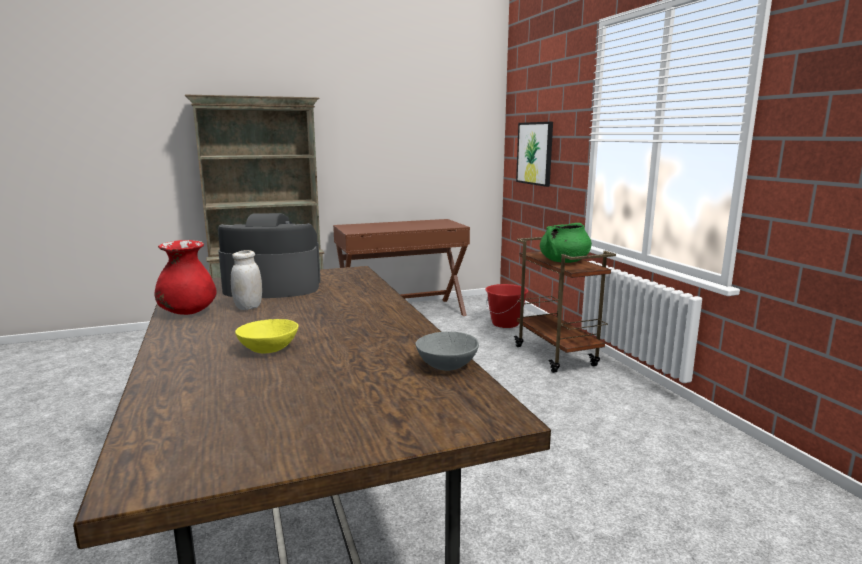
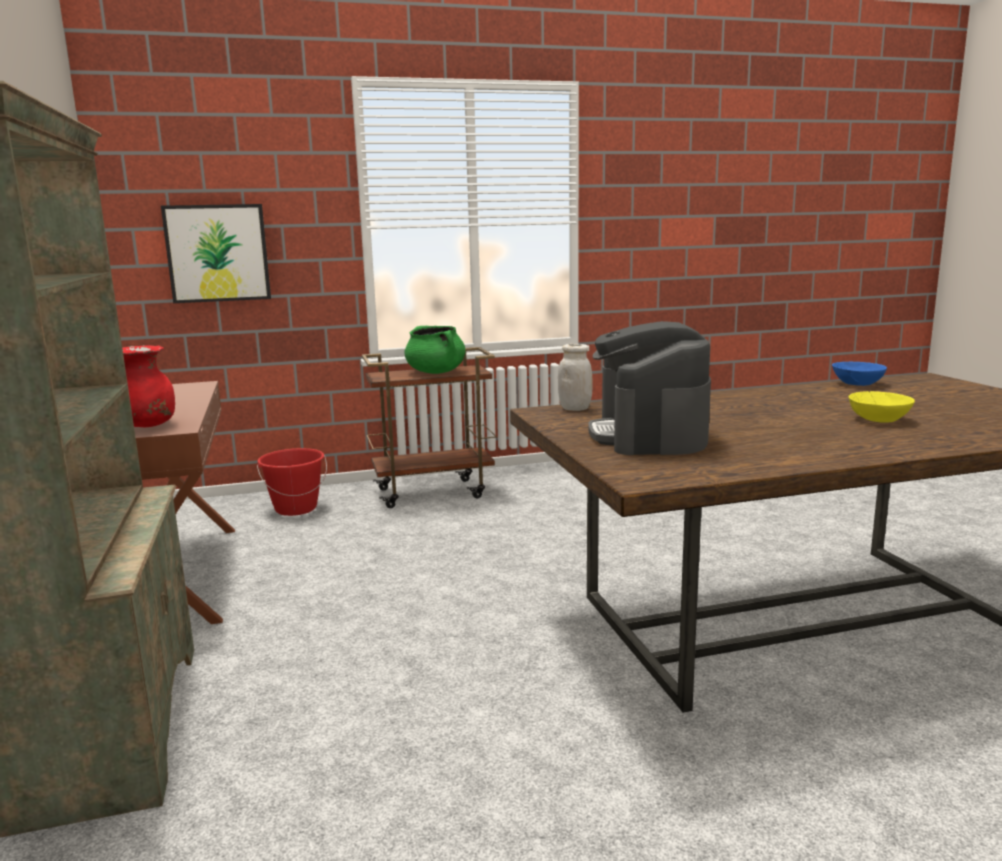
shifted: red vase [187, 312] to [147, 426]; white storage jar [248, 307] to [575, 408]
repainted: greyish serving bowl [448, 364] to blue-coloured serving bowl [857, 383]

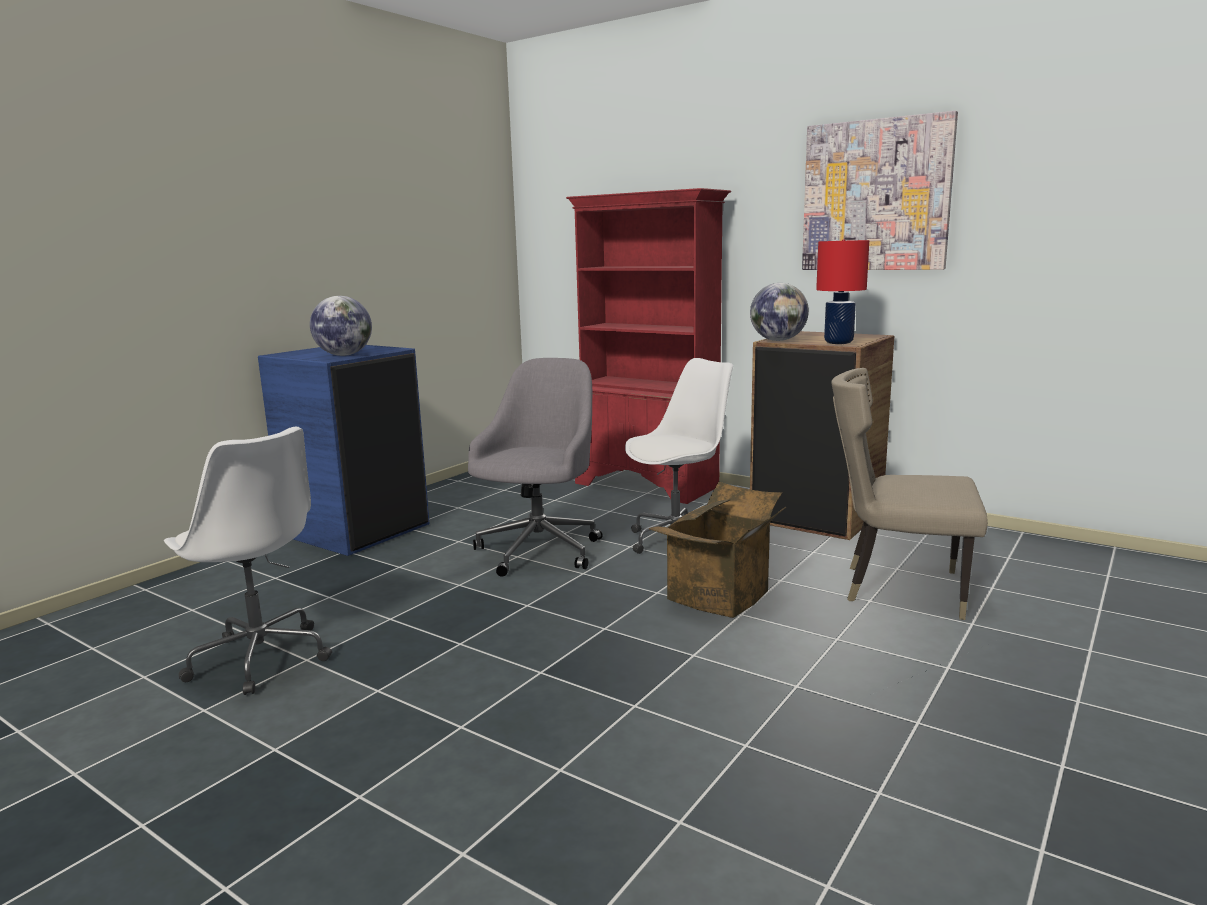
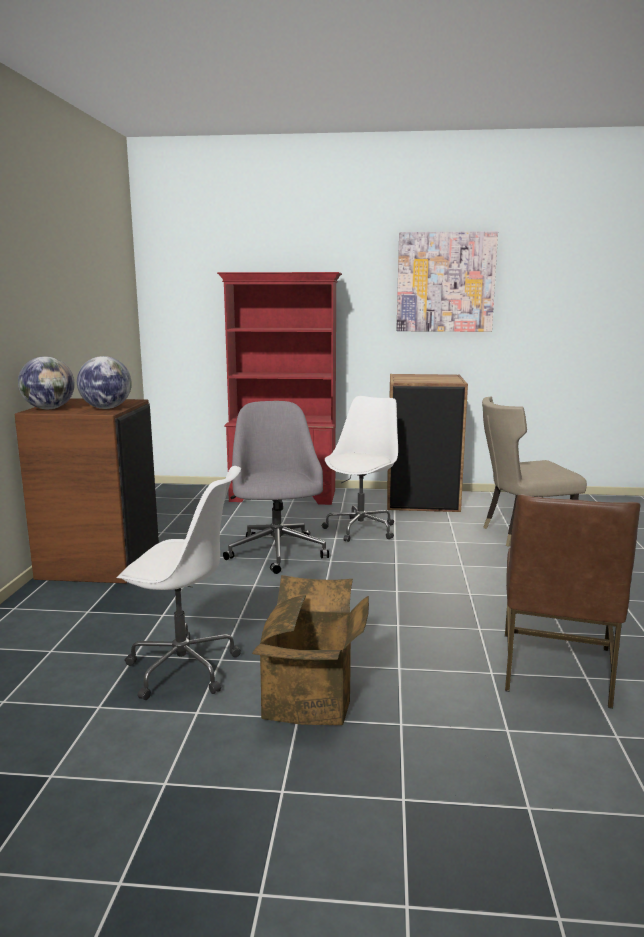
gone: red table lamp [839, 343]
new: brownish upright chair [555, 669]
shifted: cardboard box [721, 597] to [312, 700]; globe [778, 340] to [49, 409]
repainted: blue-coloured cupboard [357, 530] to brownish cupboard [100, 563]

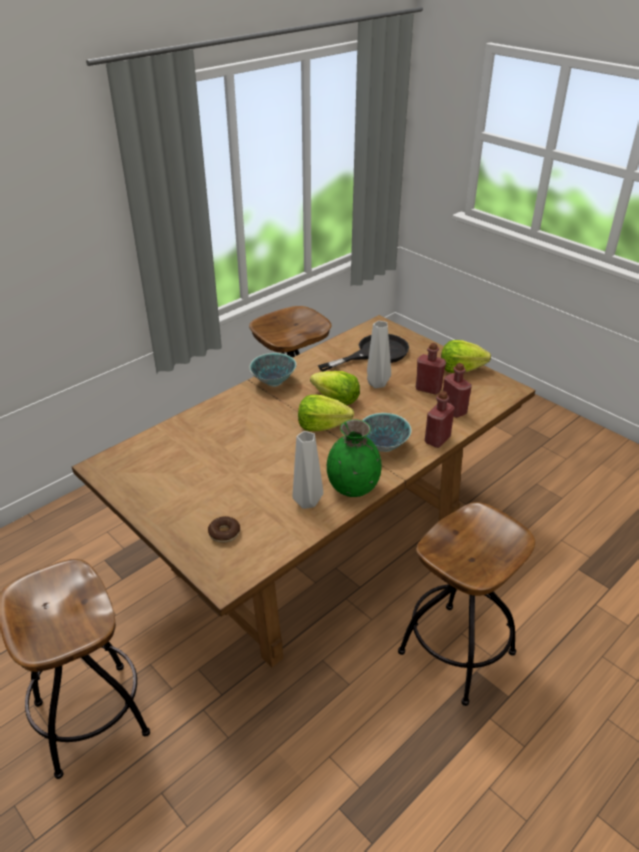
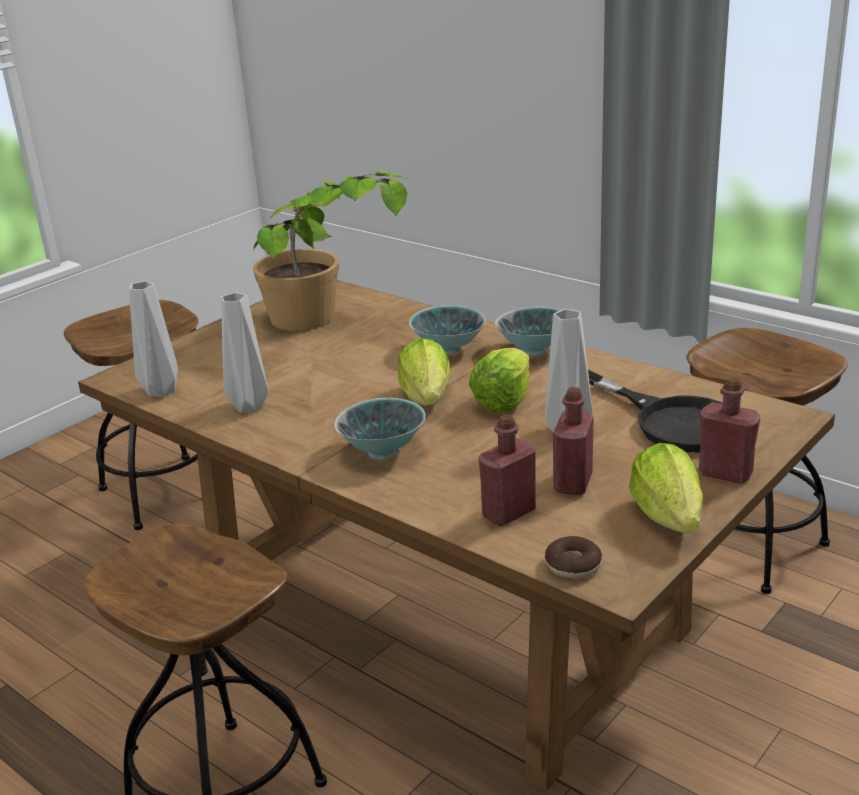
gone: green-coloured vase [353, 487]
new: greyish vase [162, 392]; potted plant [330, 324]; serving bowl [448, 349]
shifted: doughnut [224, 533] to [573, 565]; red drink bottle [437, 440] to [725, 473]

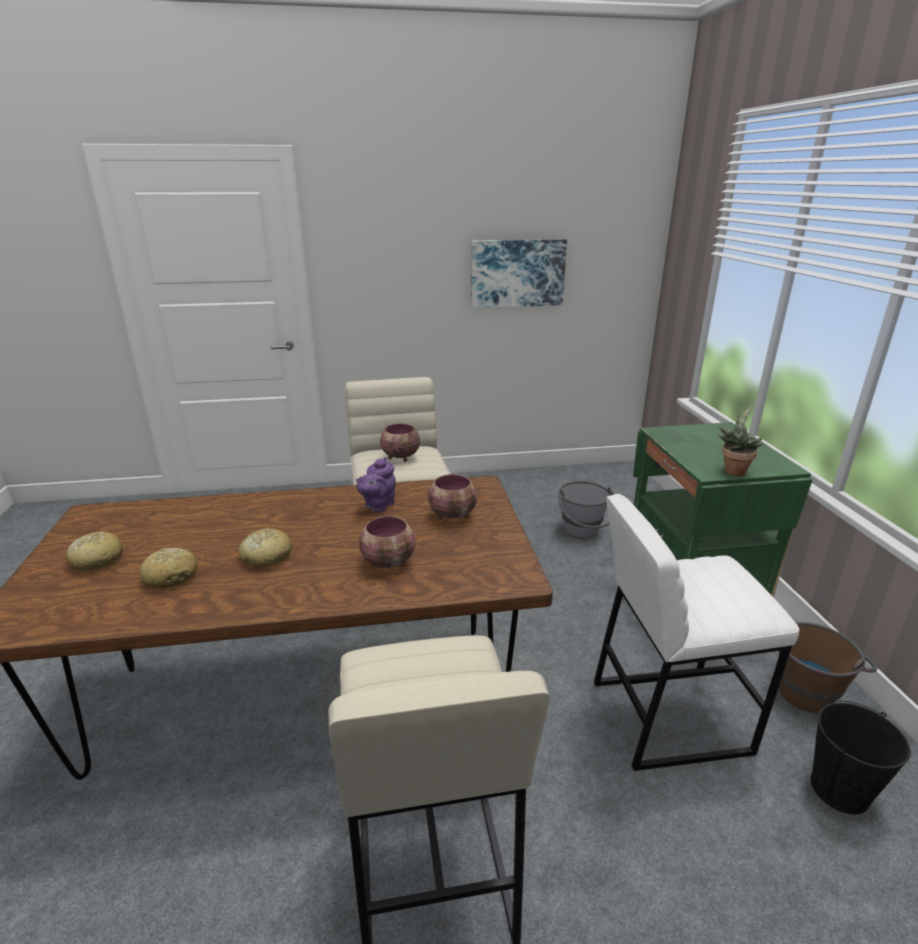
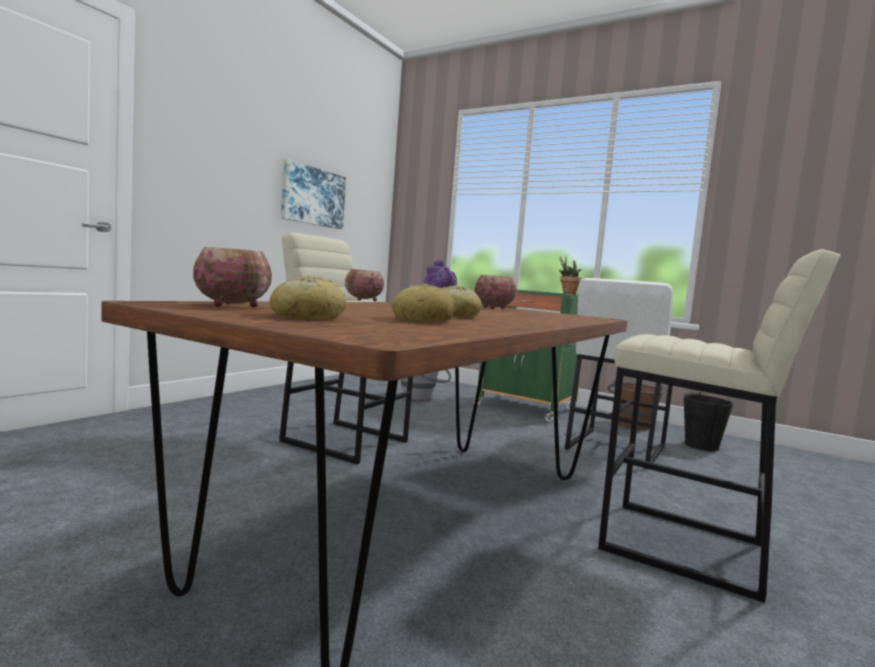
shifted: serving bowl [390, 563] to [234, 306]

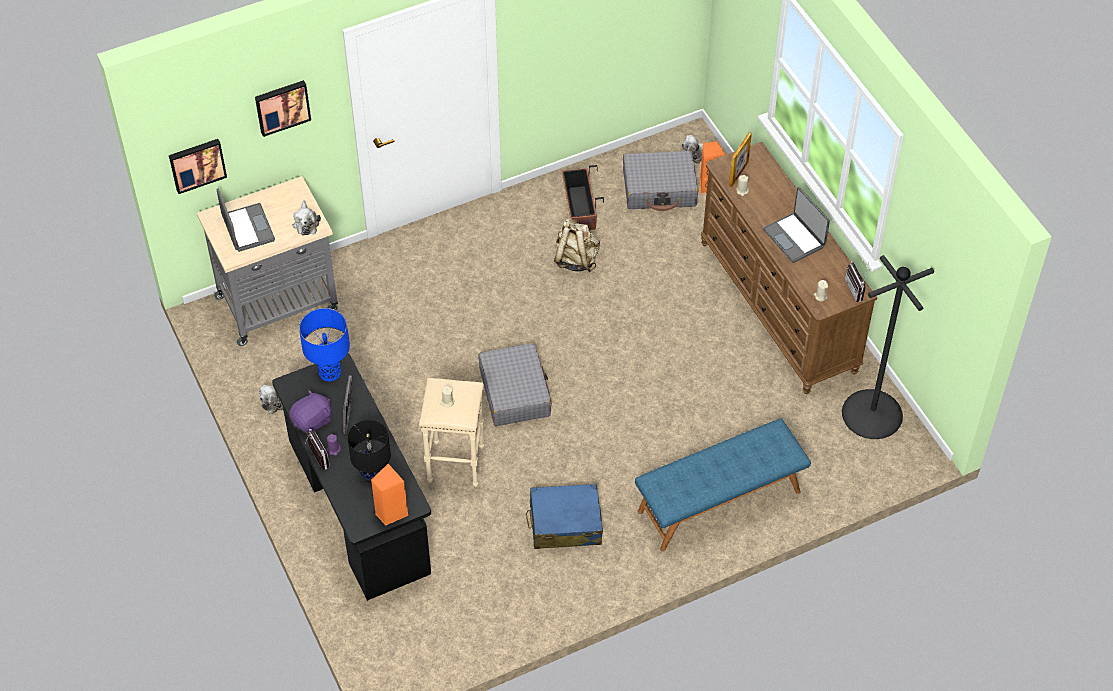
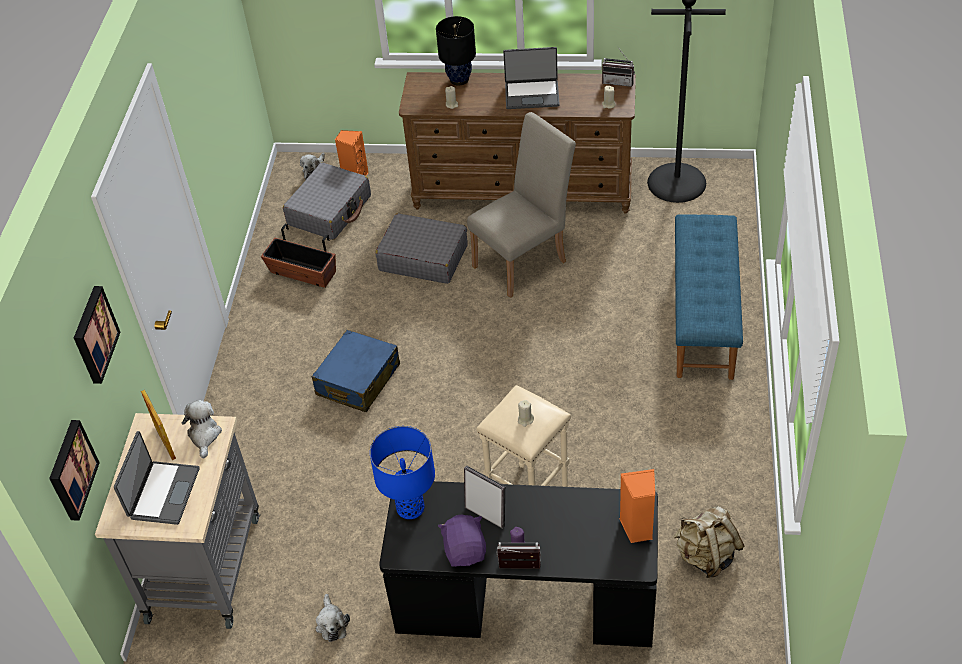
new: sand-coloured upright chair [525, 260]
shifted: black-coloured table lamp [372, 474] to [459, 79]; greyish suitcase [515, 392] to [423, 257]; blue-coloured suitcase [565, 524] to [358, 380]; sand-coloured knapsack [576, 259] to [706, 556]; picture frame [738, 174] to [165, 442]
rotated: portable computer [247, 228] = [163, 493] 90 degrees clockwise; cuddly toy [306, 223] = [204, 435] 120 degrees counterclockwise

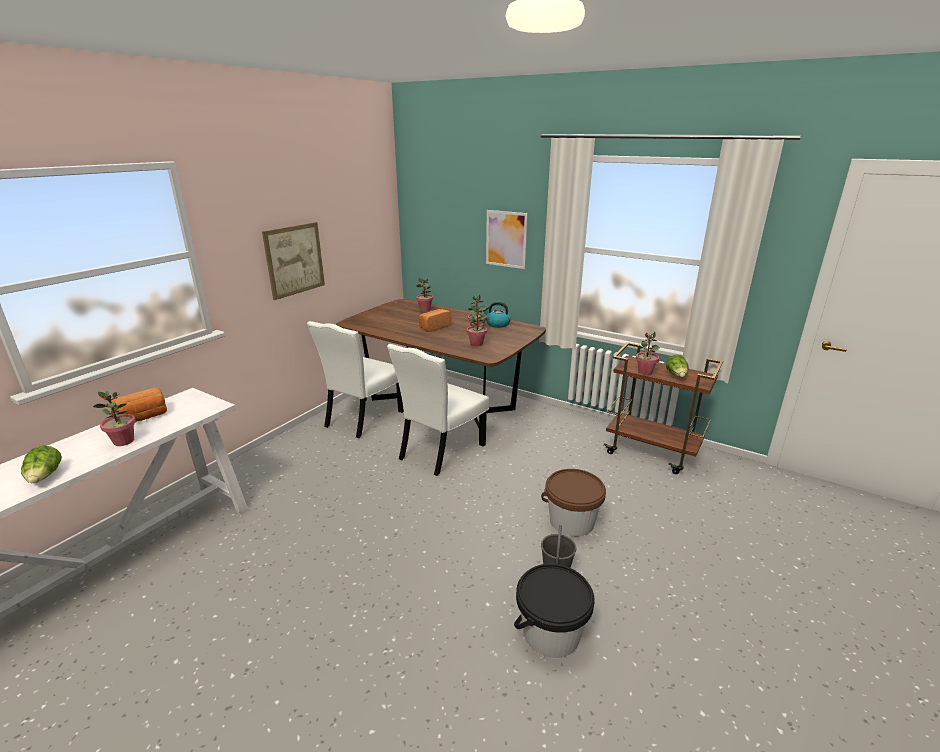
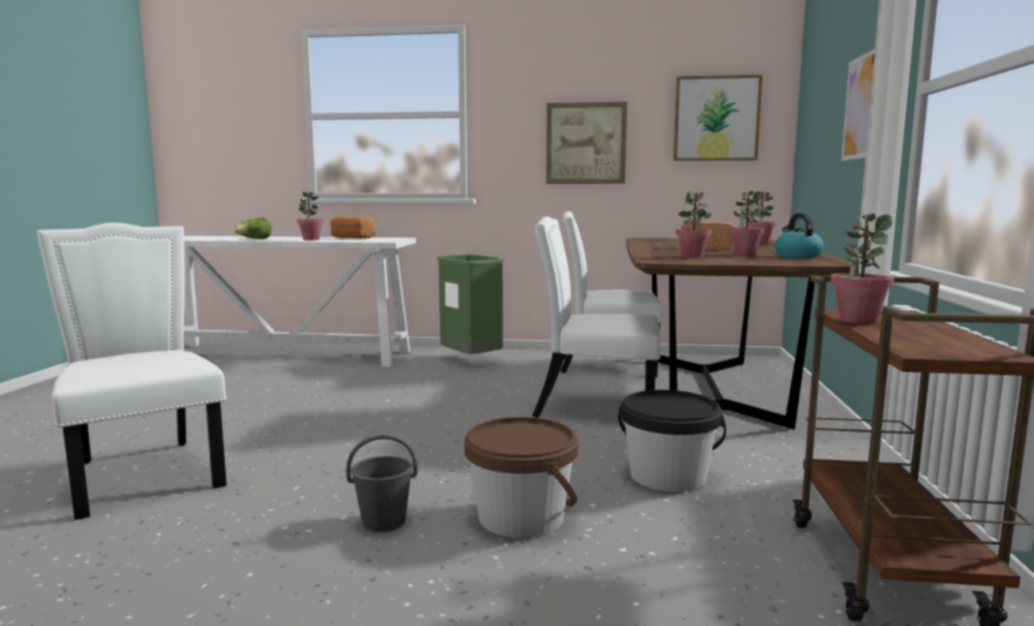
gone: lettuce [677, 375]
new: white upright chair [145, 476]; green-coloured waste bin [471, 361]; picture [716, 118]
shifted: black-coloured water bucket [551, 633] to [667, 476]

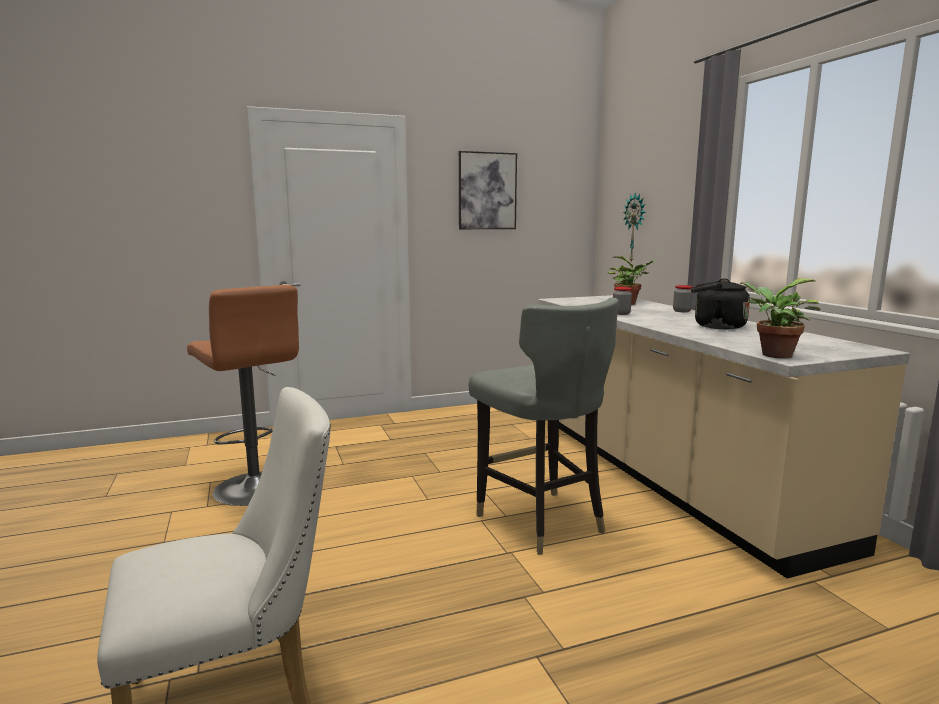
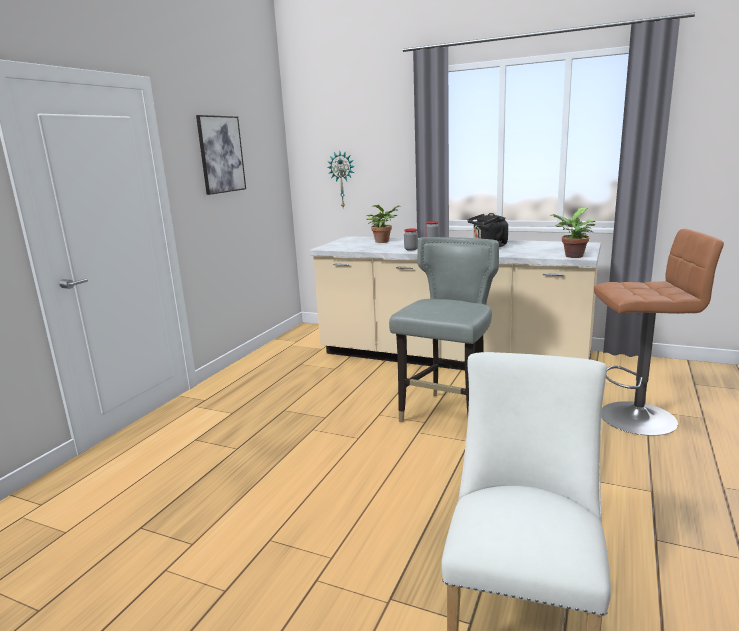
shifted: brownish stool [254, 489] to [638, 418]
rotated: greyish upright chair [540, 521] = [448, 415] 75 degrees counterclockwise

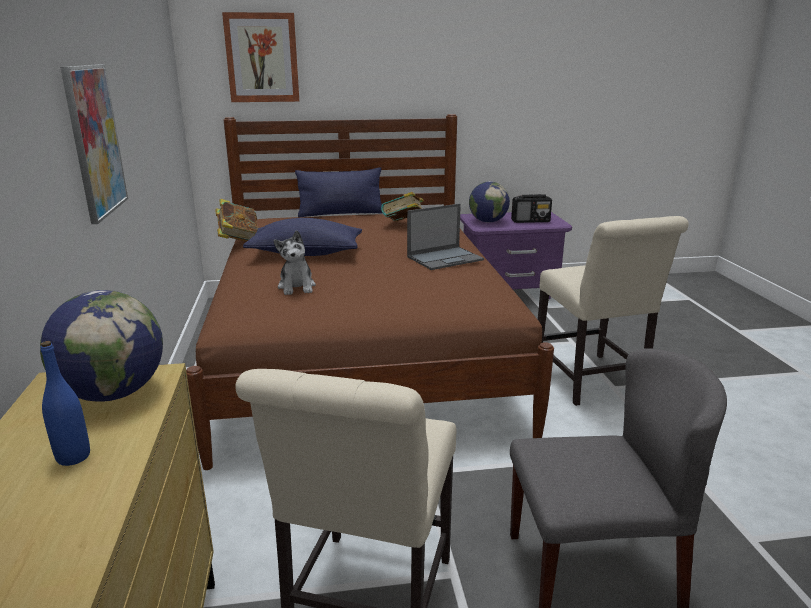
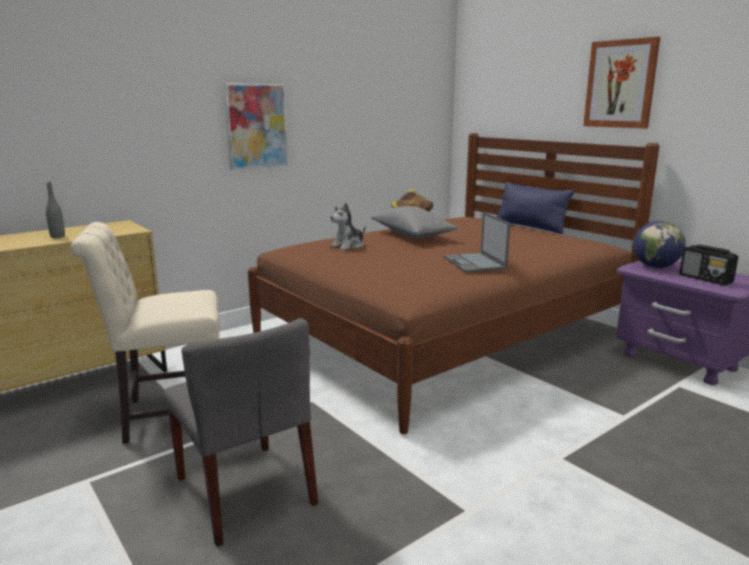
gone: globe [113, 393]; bound book [404, 225]; sand-coloured upright chair [591, 383]
shifted: picture [262, 58] to [620, 84]
repainted: blue-coloured drink bottle [73, 457] to greyish drink bottle [57, 236]; blue-coloured pillow [306, 253] to greyish pillow [412, 235]
rotated: portable computer [445, 258] = [475, 263] 45 degrees clockwise

